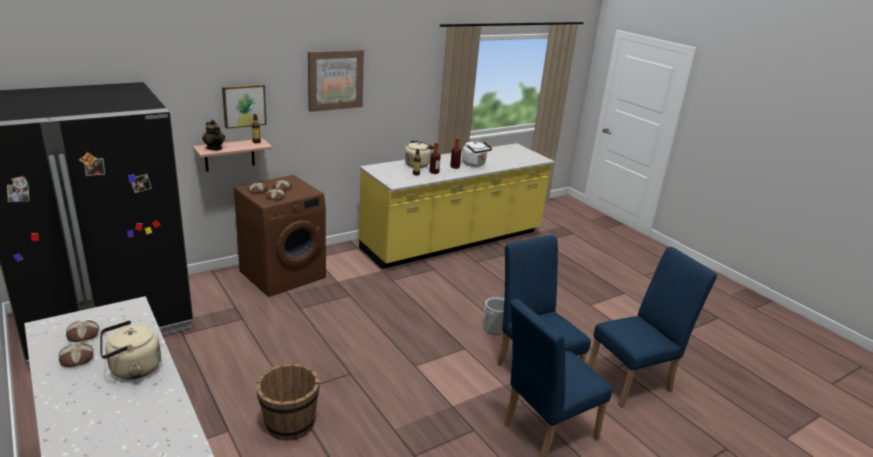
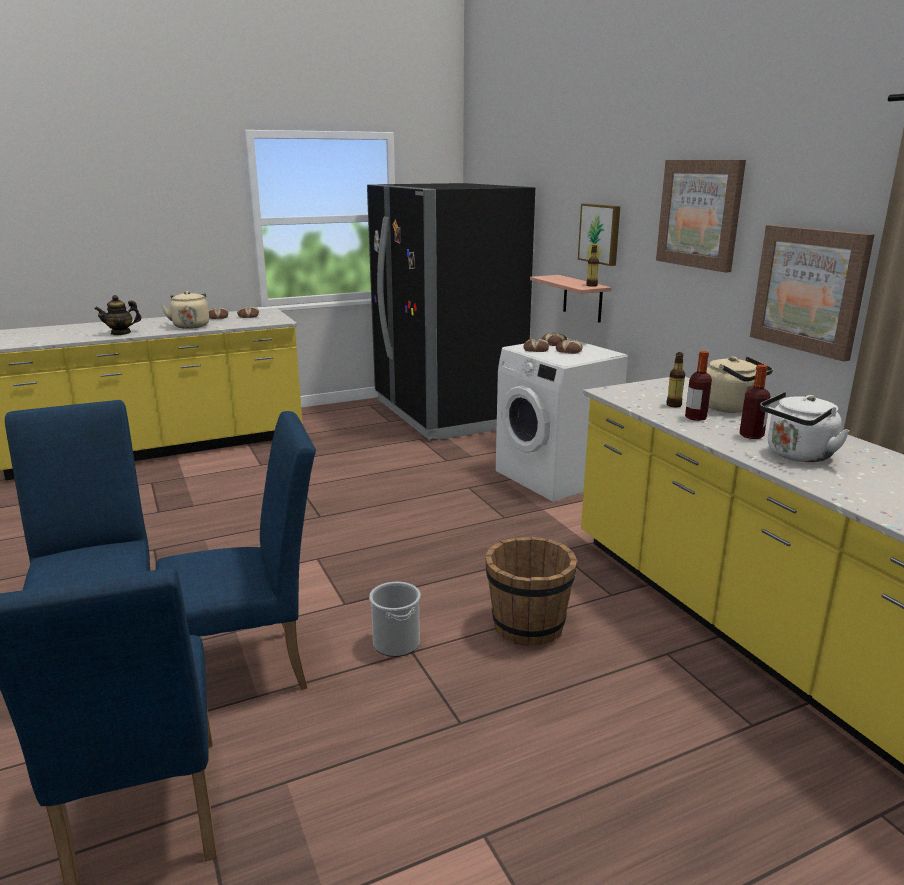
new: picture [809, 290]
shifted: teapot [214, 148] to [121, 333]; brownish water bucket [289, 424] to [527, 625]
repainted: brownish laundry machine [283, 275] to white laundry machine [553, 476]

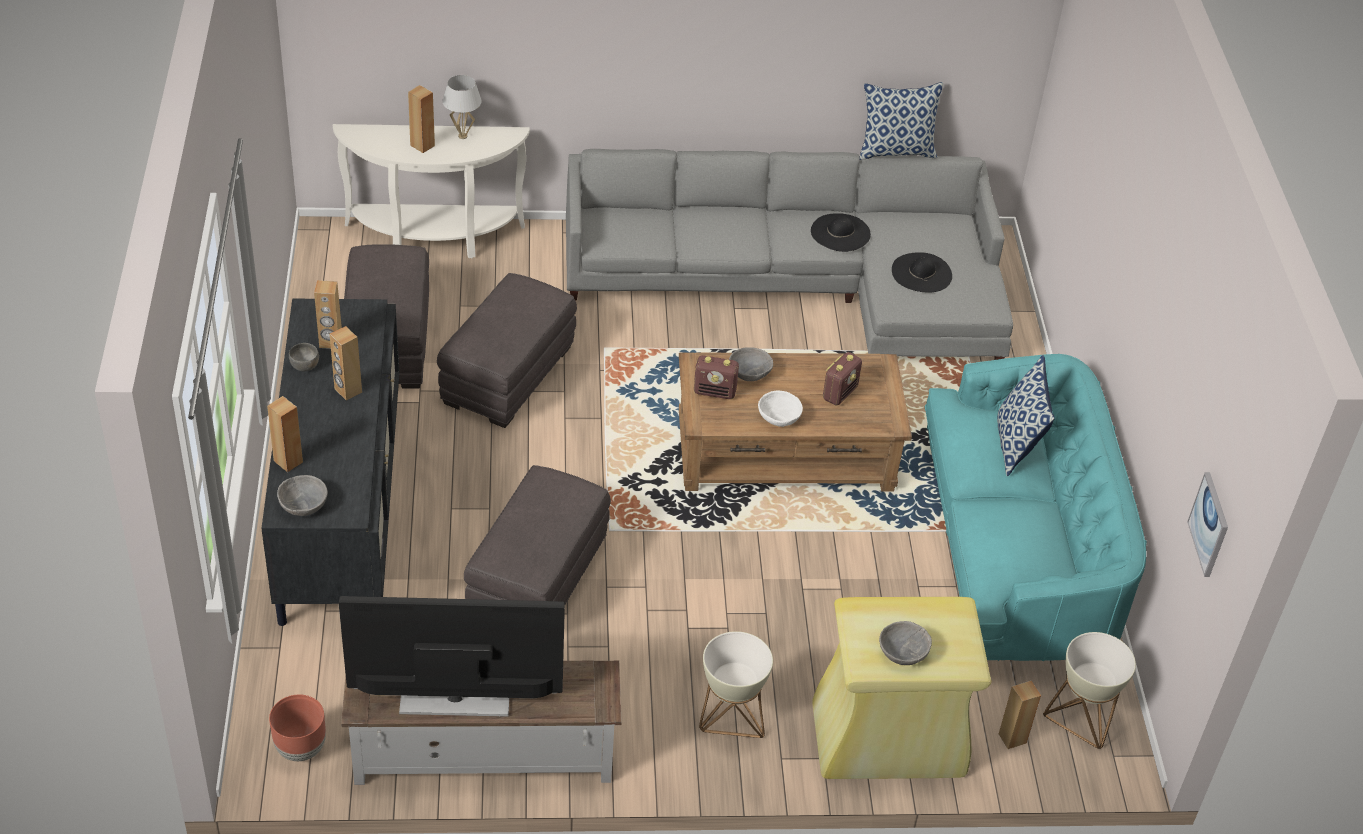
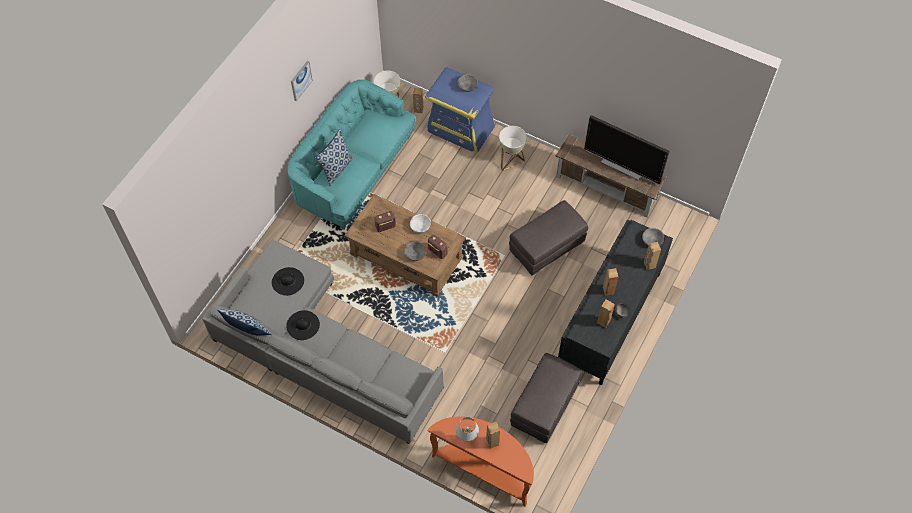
gone: brownish planter [300, 748]; greyish ottoman [507, 374]
shifted: picture [1209, 524] to [300, 80]
repainted: white hall table [434, 239] to orange-coloured hall table [484, 469]; yellow nightstand [887, 736] to blue-coloured nightstand [460, 130]

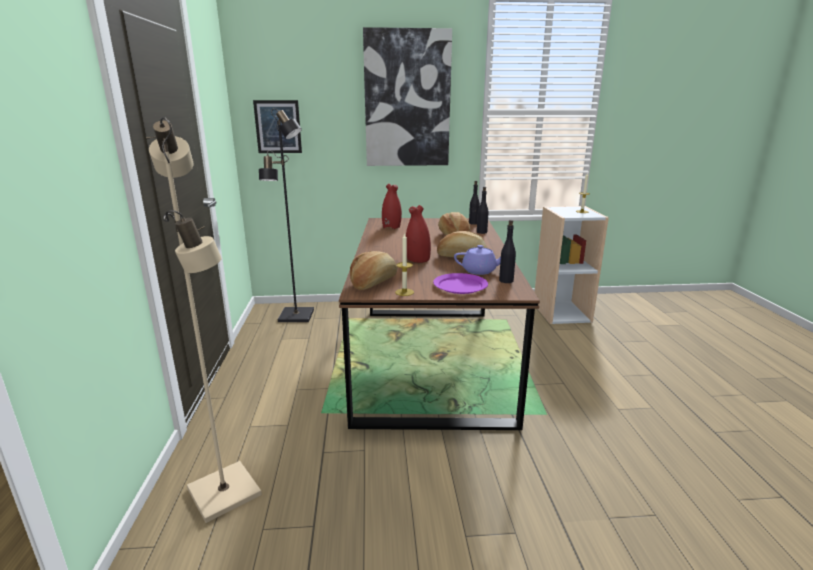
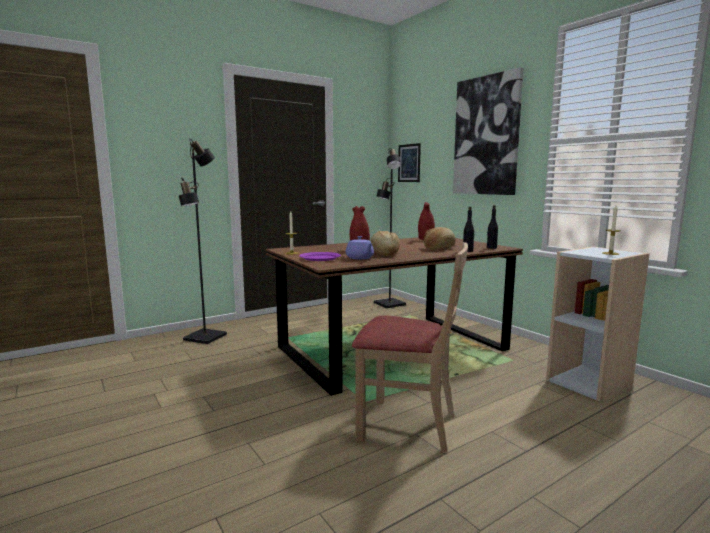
gone: baked bread [373, 282]; black-coloured drink bottle [506, 280]
new: sand-coloured upright chair [407, 425]
repainted: sand-coloured standing lamp [224, 492] to black-coloured standing lamp [205, 337]

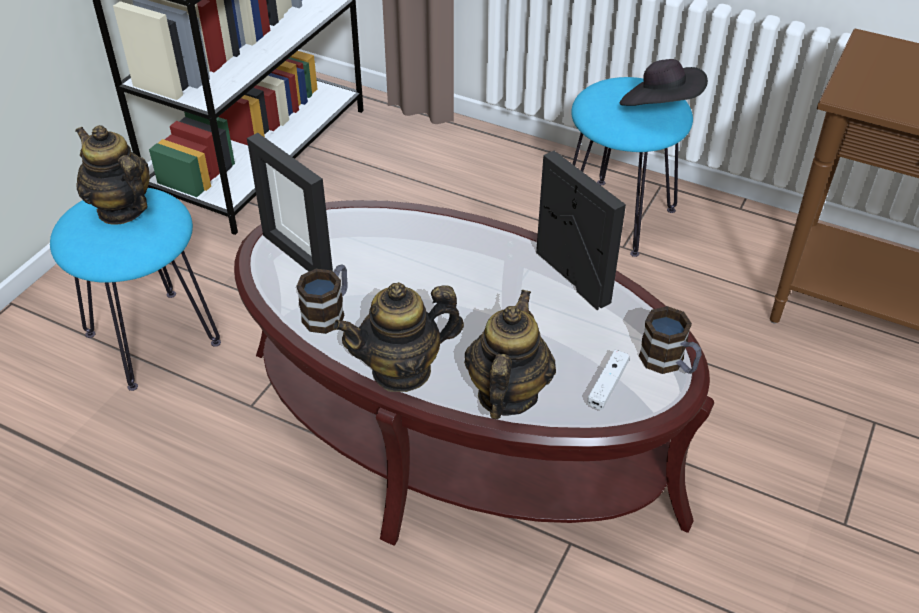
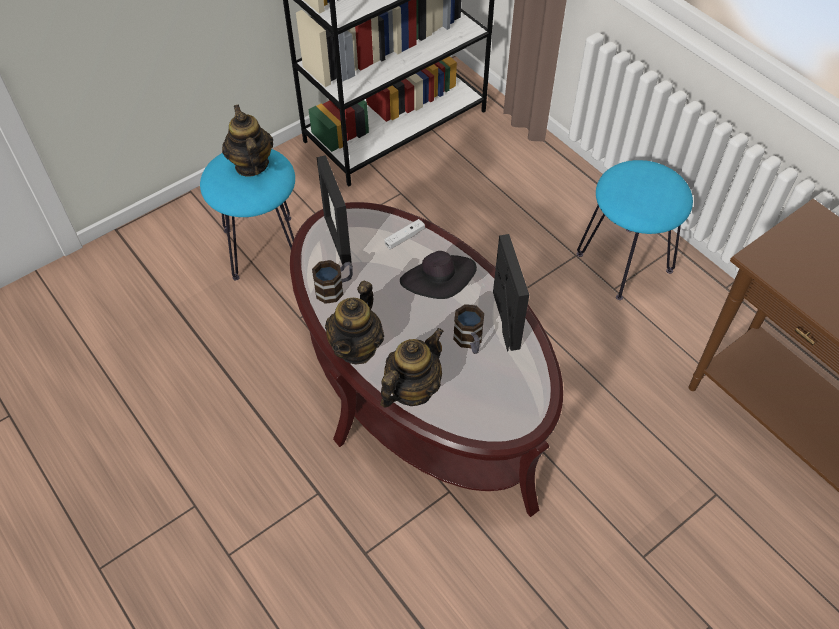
shifted: white gamepad [607, 385] to [404, 237]; black-coloured wearable hat [660, 108] to [439, 287]; mug [668, 363] to [469, 341]
rotated: teapot [402, 370] = [357, 347] 75 degrees counterclockwise

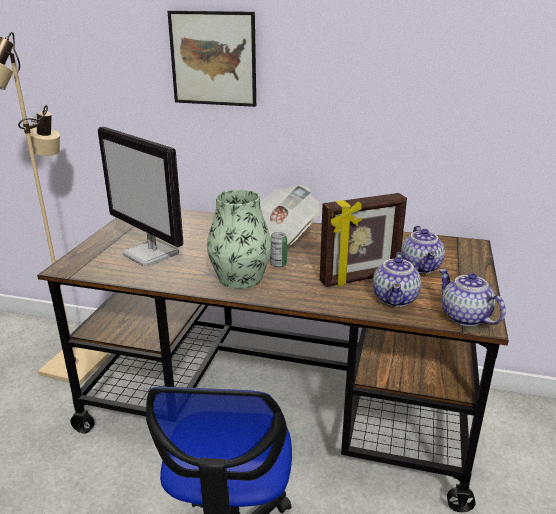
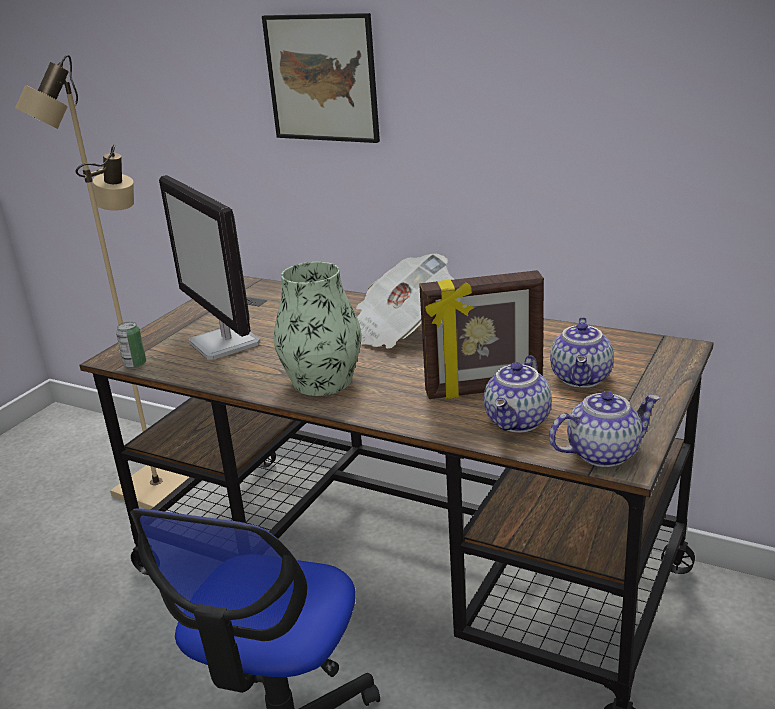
shifted: metal can [278, 264] to [135, 364]
rotated: teapot [464, 317] = [603, 453] 90 degrees clockwise

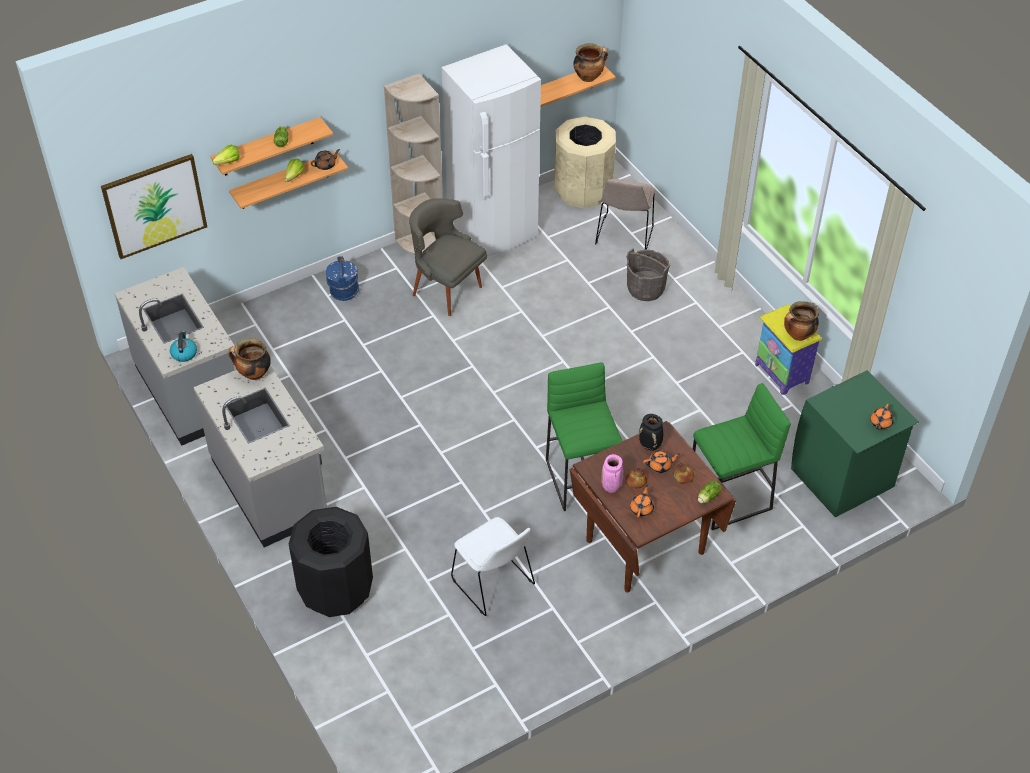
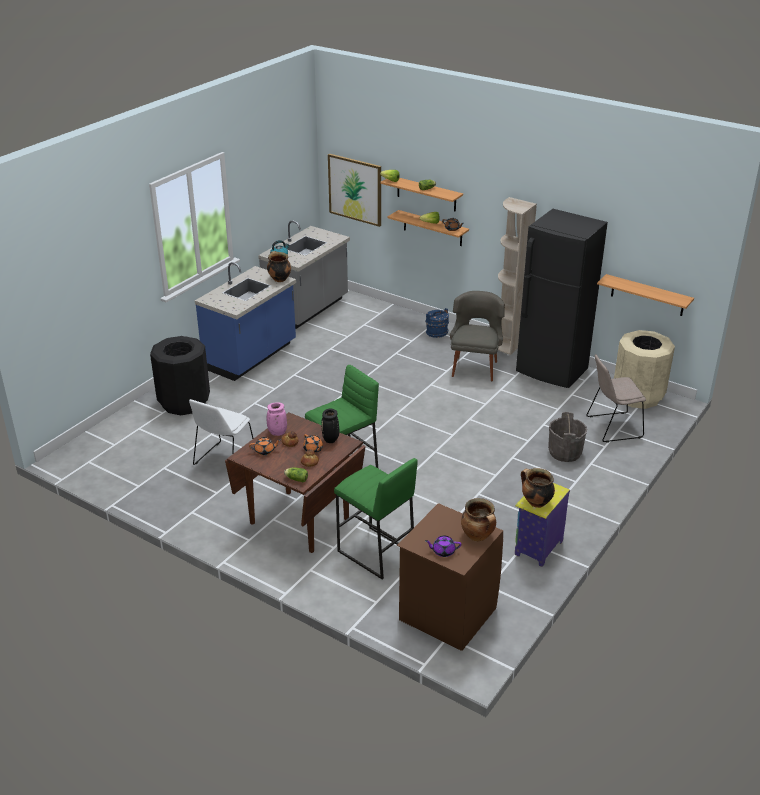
shifted: stockpot [589, 77] to [478, 536]
repainted: greyish kitchen base unit [270, 487] to blue-coloured kitchen base unit [251, 357]; white fridge [493, 232] to black-coloured fridge [551, 371]; green-coloured laundry machine [842, 479] to brownish laundry machine [446, 614]; orange-coloured teapot [880, 423] to purple teapot [443, 551]

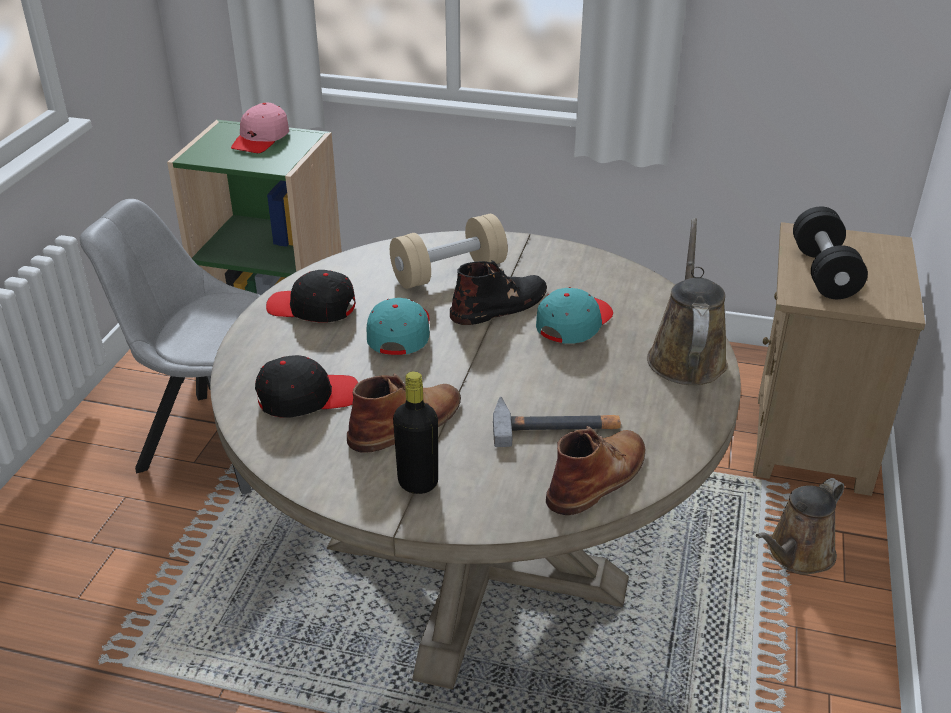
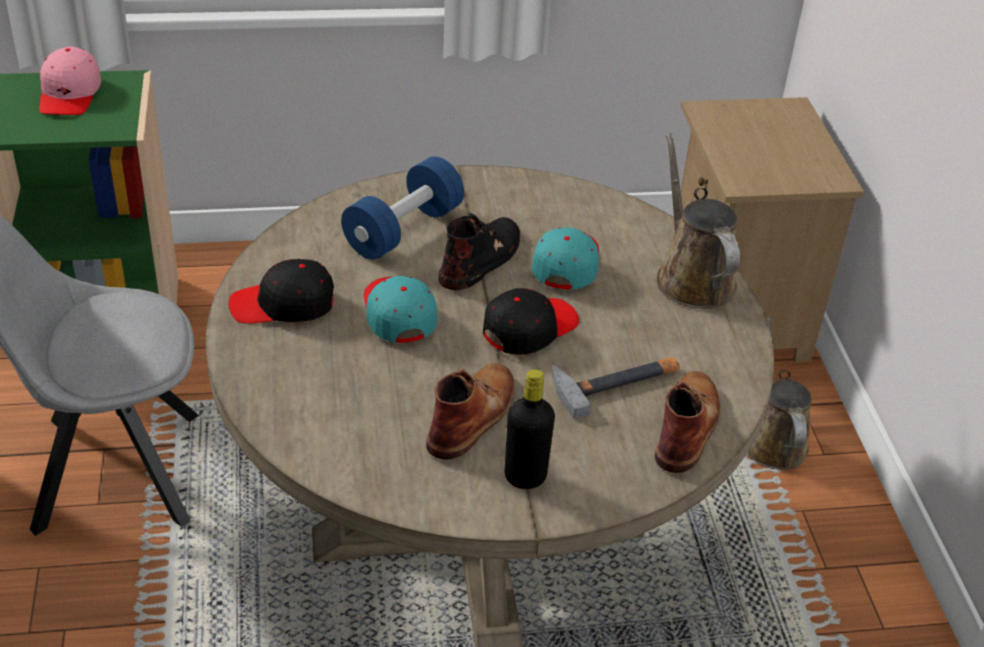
gone: black-coloured hand weight [824, 273]
shifted: black-coloured cap [307, 397] to [529, 328]
repainted: sand-coloured hand weight [449, 272] to blue-coloured hand weight [403, 230]
rotated: brownish watering pot [796, 555] = [772, 439] 150 degrees clockwise

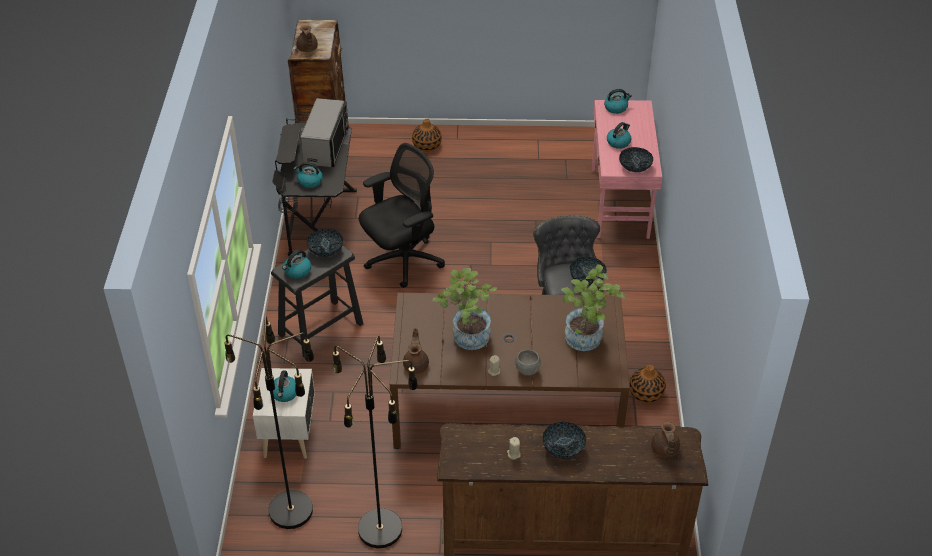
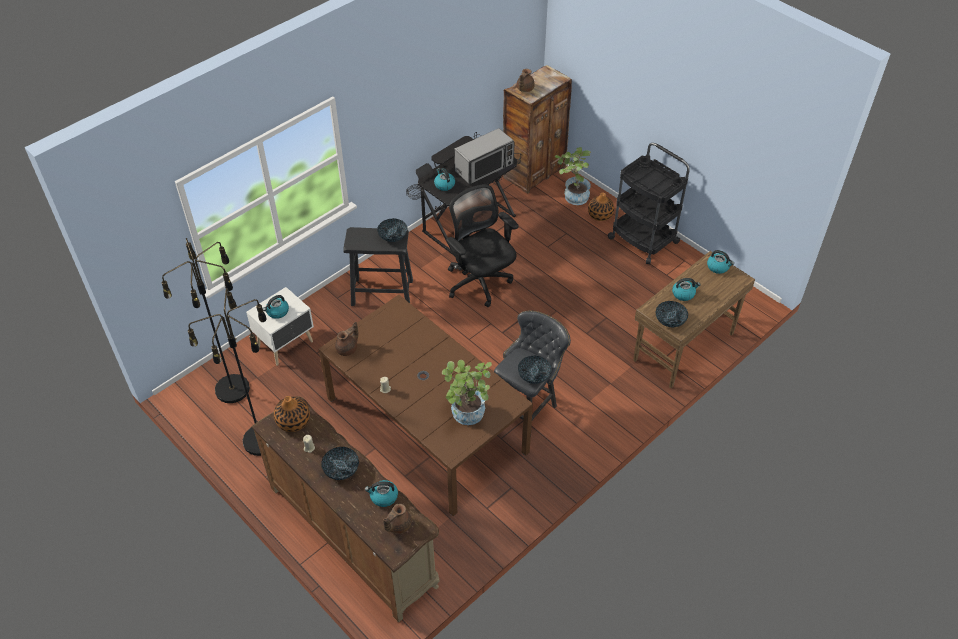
gone: greyish serving bowl [527, 370]
new: black-coloured trolley [642, 240]
shifted: tea kettle [297, 271] to [383, 497]; potted plant [466, 339] to [572, 196]; vase [645, 393] to [293, 421]
repainted: pink hall table [620, 203] to brownish hall table [683, 348]
rotated: black-coloured office chair [401, 263] = [481, 284] 135 degrees counterclockwise

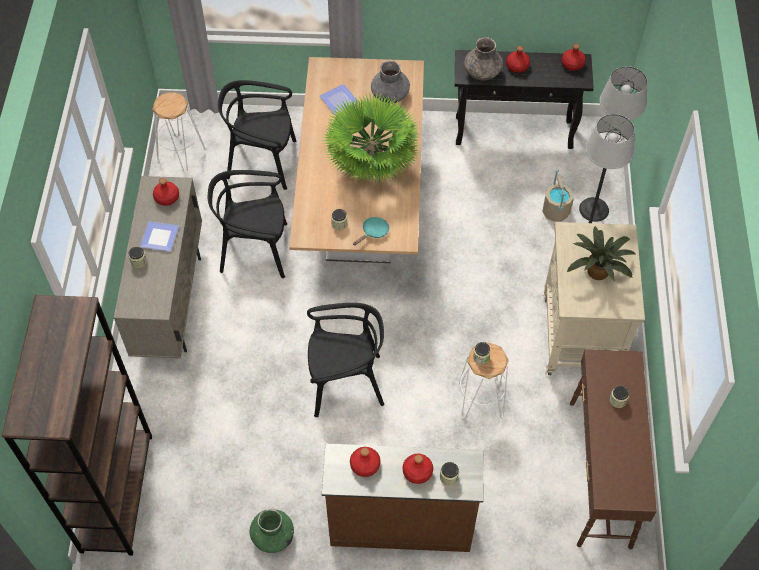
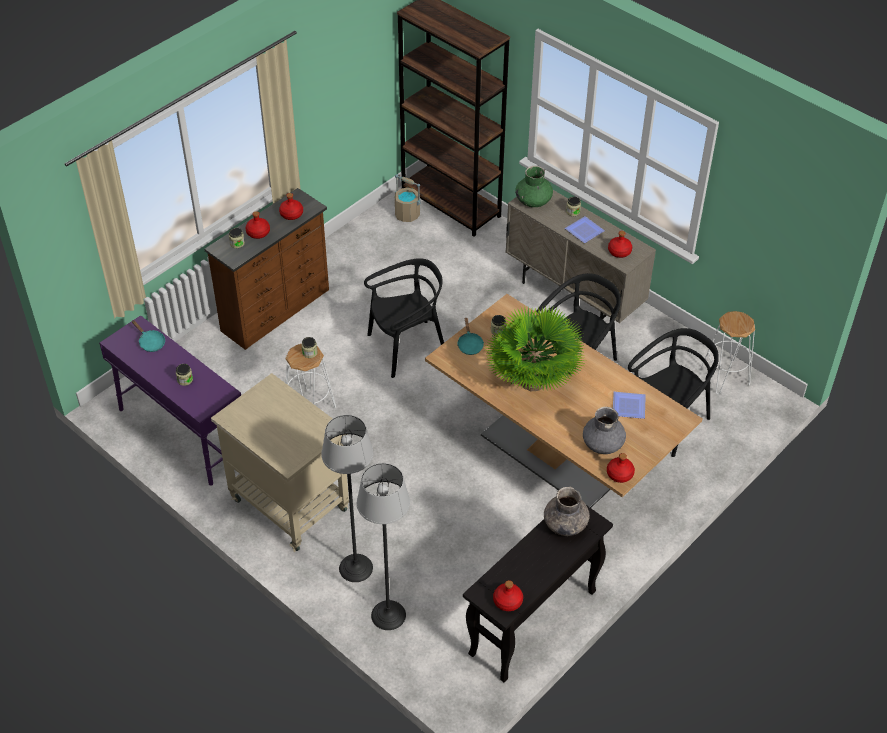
gone: potted plant [598, 270]
new: turquoise-coloured frying pan [150, 342]
shifted: green-coloured vase [272, 536] to [533, 200]; red drink bottle [517, 66] to [620, 474]; sand-coloured water bucket [555, 211] to [407, 214]
repainted: brownish hall table [598, 473] to purple hall table [183, 432]
rotated: black-coloured upright chair [345, 382] = [407, 347] 150 degrees counterclockwise

